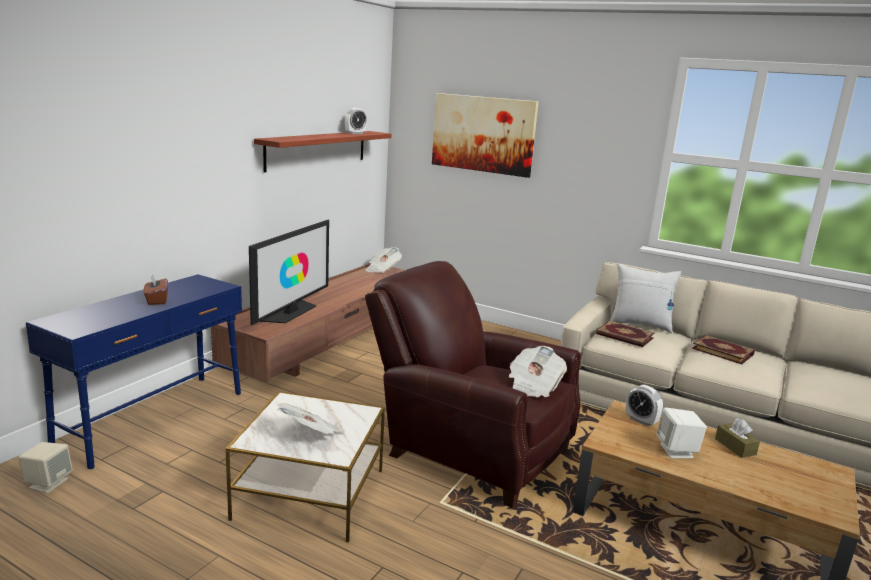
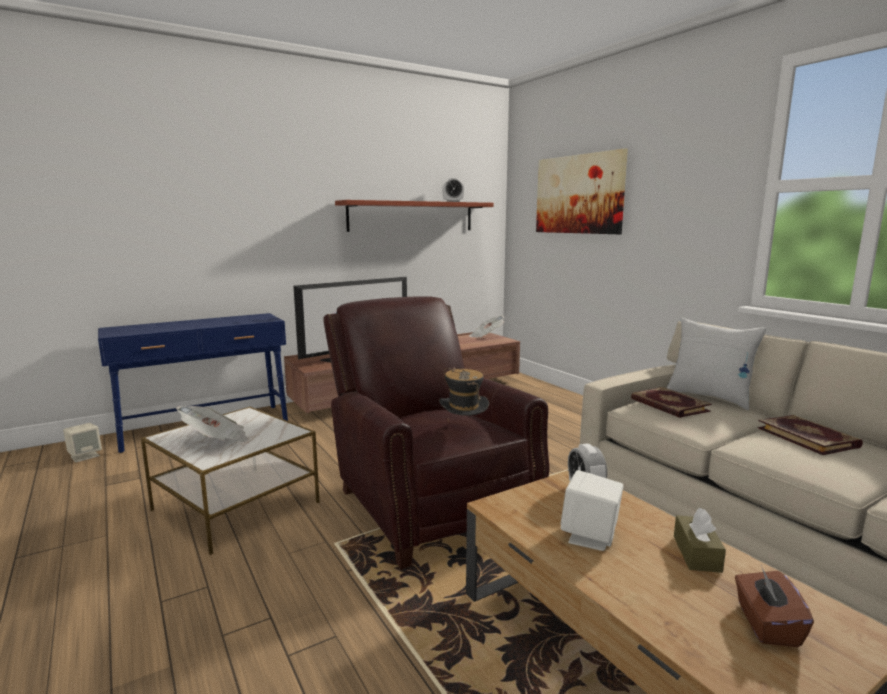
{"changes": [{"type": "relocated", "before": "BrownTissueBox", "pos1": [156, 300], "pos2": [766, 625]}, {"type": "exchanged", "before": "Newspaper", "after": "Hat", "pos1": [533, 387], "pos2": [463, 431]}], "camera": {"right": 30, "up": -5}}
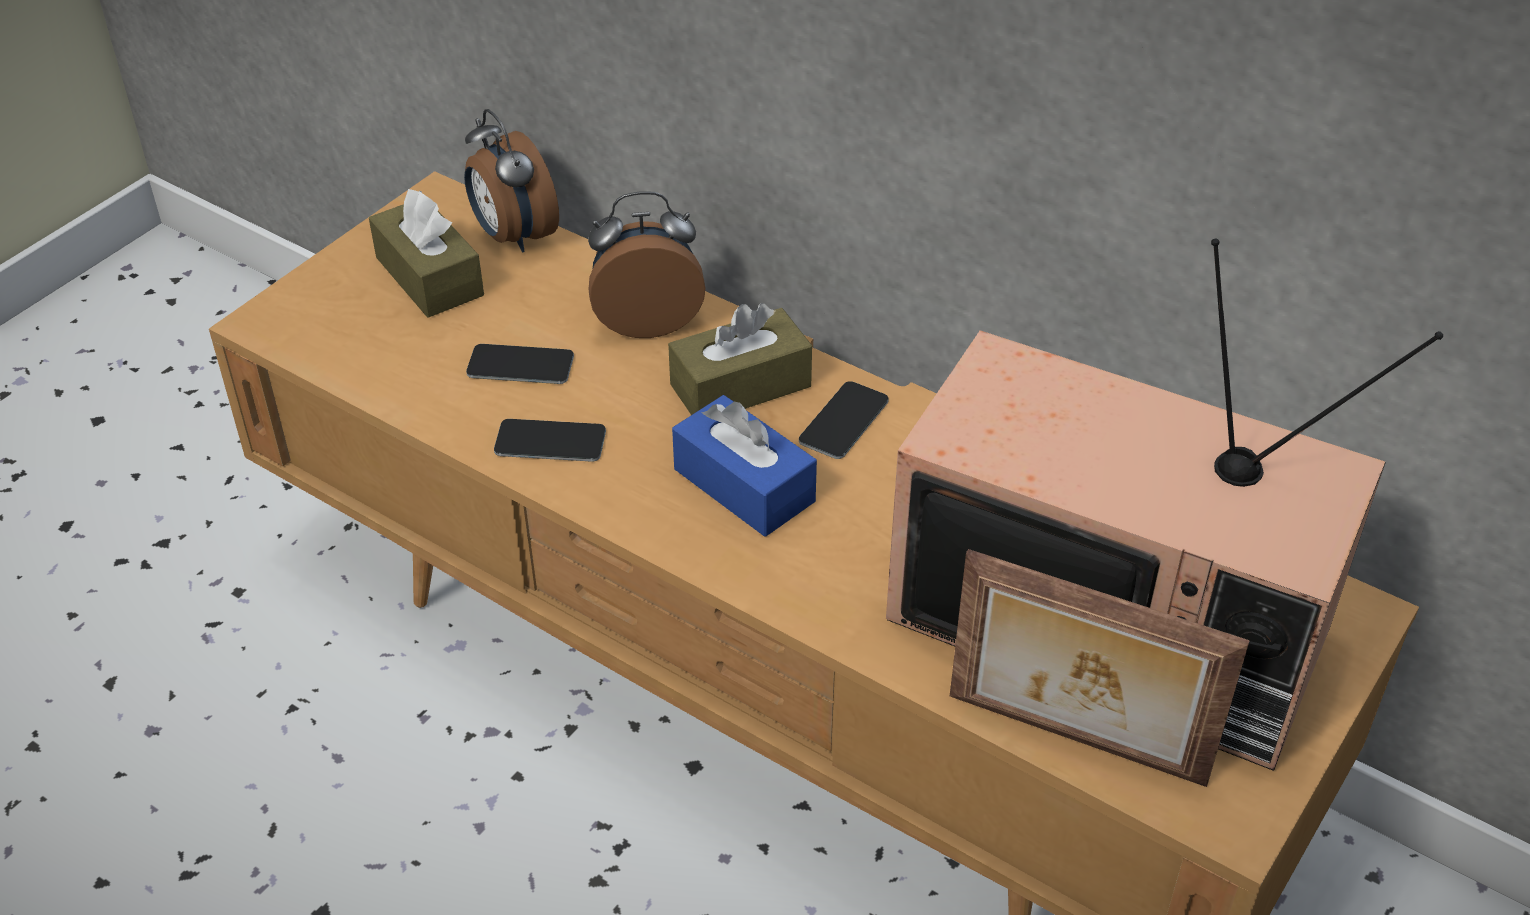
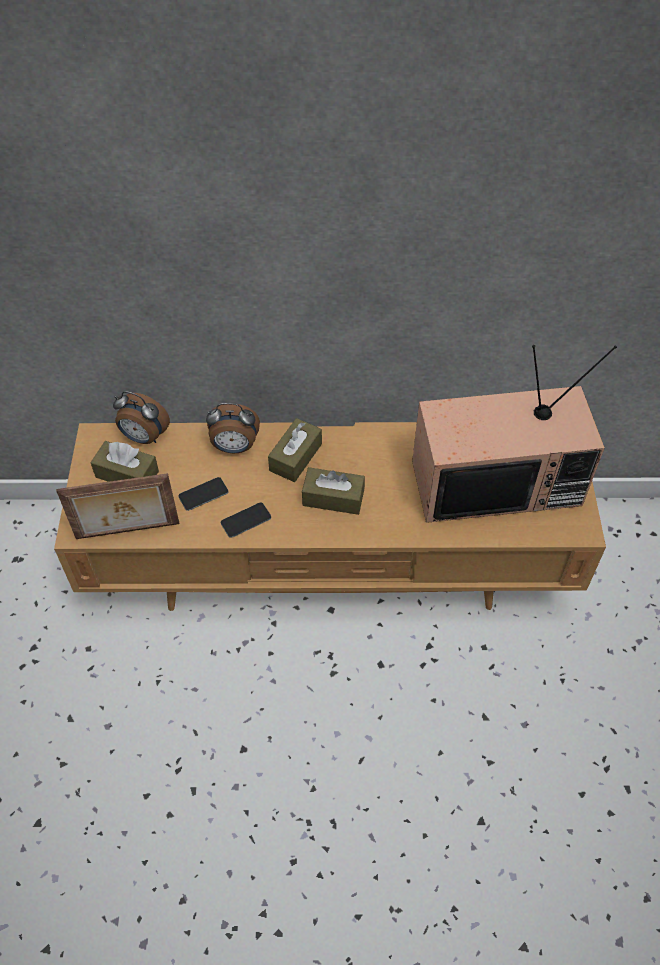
{"changes": [{"type": "spun", "before": "AlarmClock", "pos1": [647, 320], "pos2": [234, 447], "turn": -135}, {"type": "colour", "before": "BlueTissueBox", "after": "BrownTissueBox", "pos1": [744, 485], "pos2": [333, 498]}, {"type": "missing", "before": "Phone", "pos1": [844, 421]}, {"type": "relocated", "before": "PictureFrame", "pos1": [1074, 742], "pos2": [128, 532]}], "camera": {"right": -35, "up": 10}}
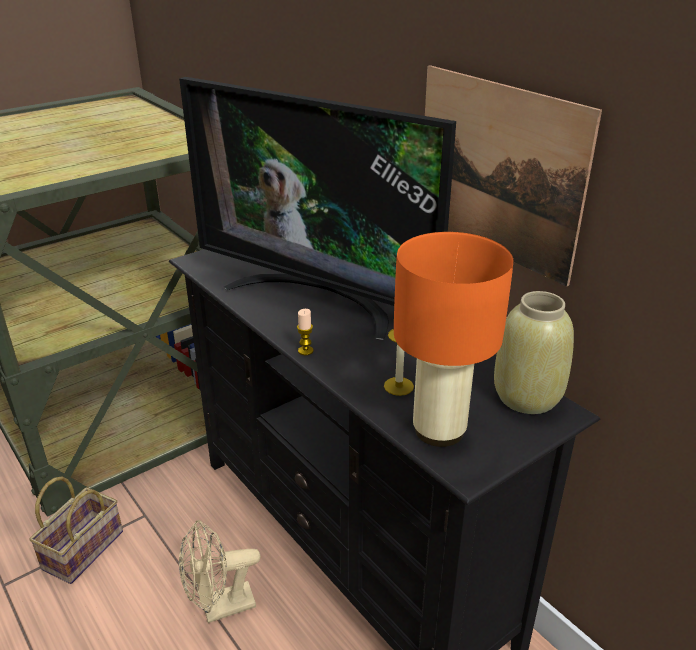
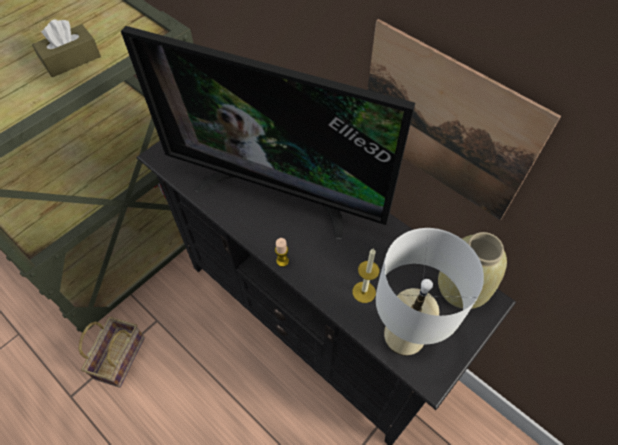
{"changes": [{"type": "missing", "before": "BeigeFan", "pos1": [220, 608]}, {"type": "colour", "before": "OrangeTableLamp", "after": "WhiteTableLamp", "pos1": [438, 431], "pos2": [403, 339]}, {"type": "appeared", "after": "BrownTissueBox", "pos2": [71, 59]}], "camera": {"right": -10, "up": 25}}
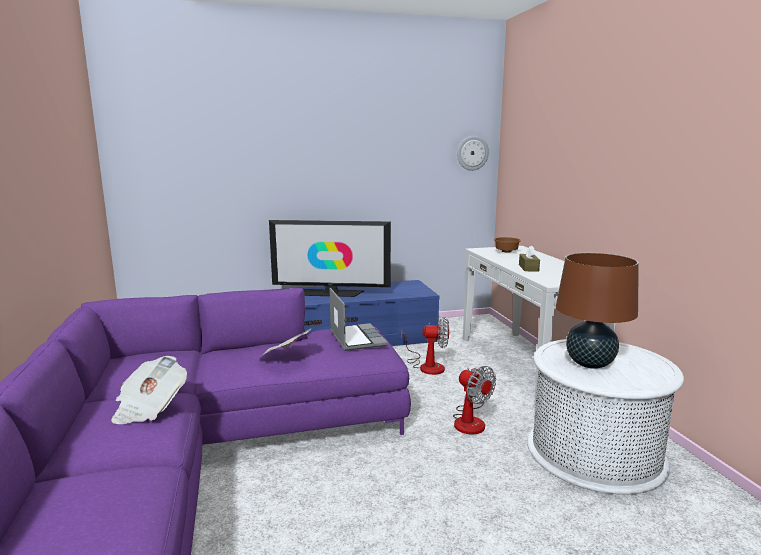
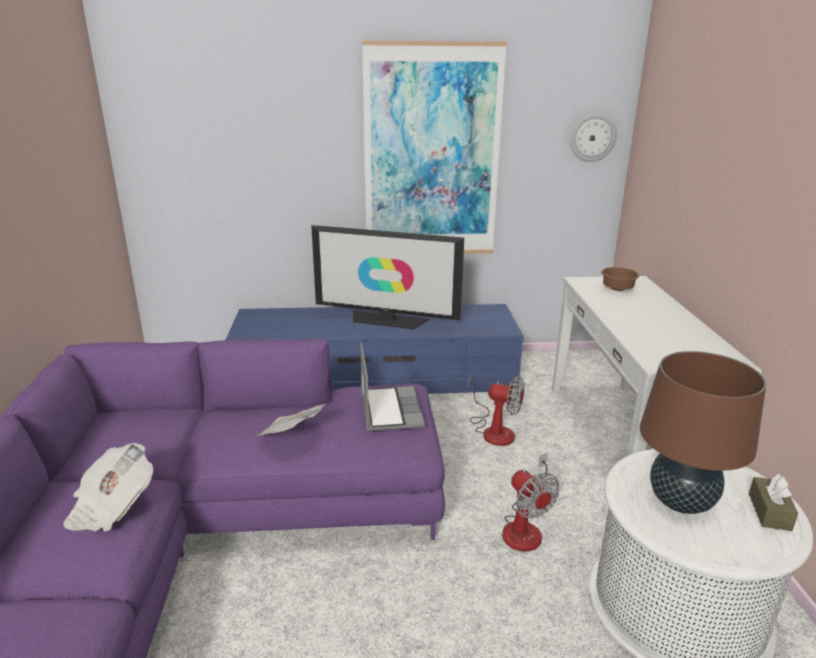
{"changes": [{"type": "relocated", "before": "BrownTissueBox", "pos1": [528, 268], "pos2": [769, 512]}, {"type": "appeared", "after": "Picture", "pos2": [431, 154]}], "camera": {"right": 10, "up": 10}}
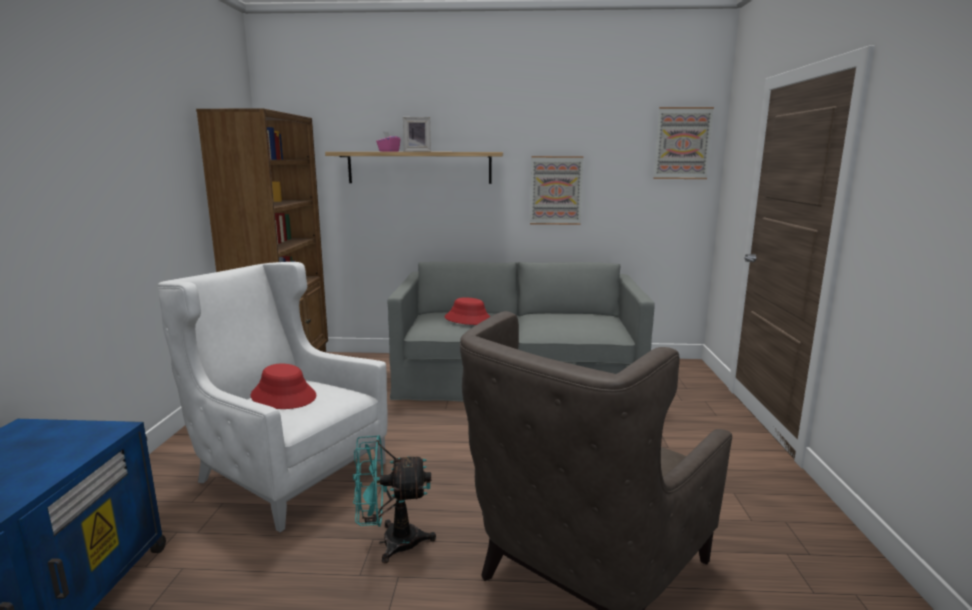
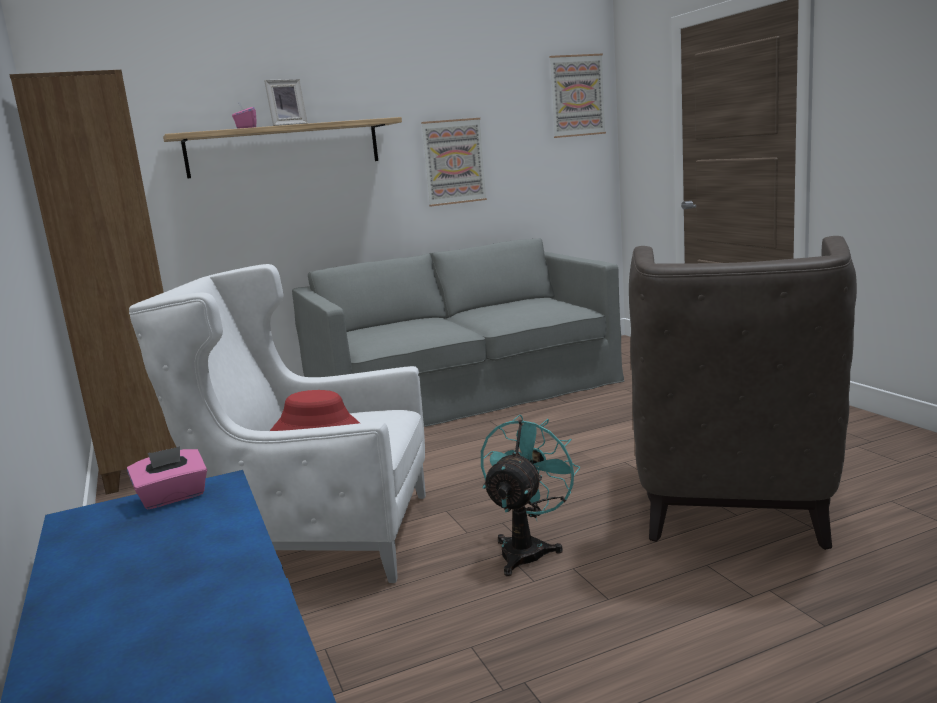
{"changes": [{"type": "spun", "before": "TurquoiseFan", "pos1": [390, 542], "pos2": [527, 549], "turn": 150}, {"type": "missing", "before": "RedHat", "pos1": [468, 319]}, {"type": "appeared", "after": "PinkTissueBox", "pos2": [173, 497]}], "camera": {"right": -25, "up": 0}}
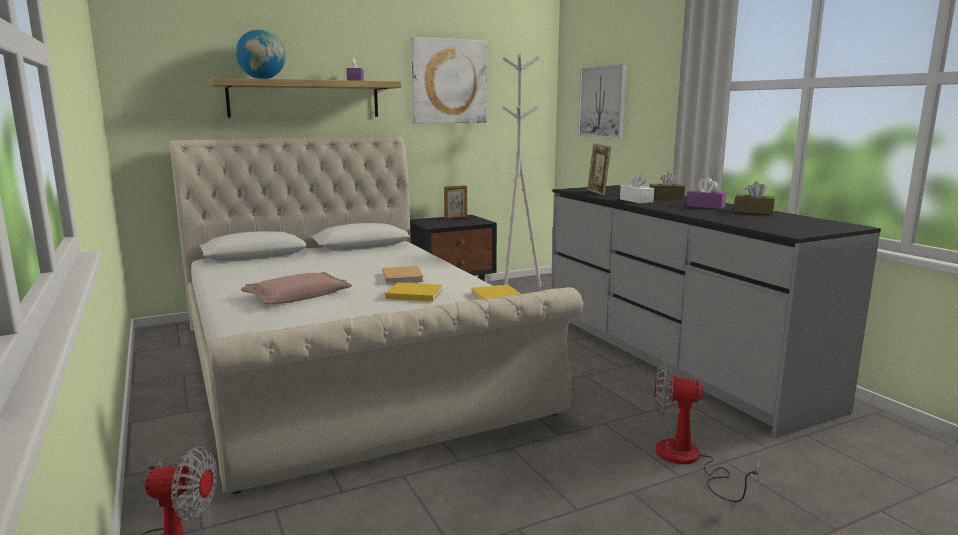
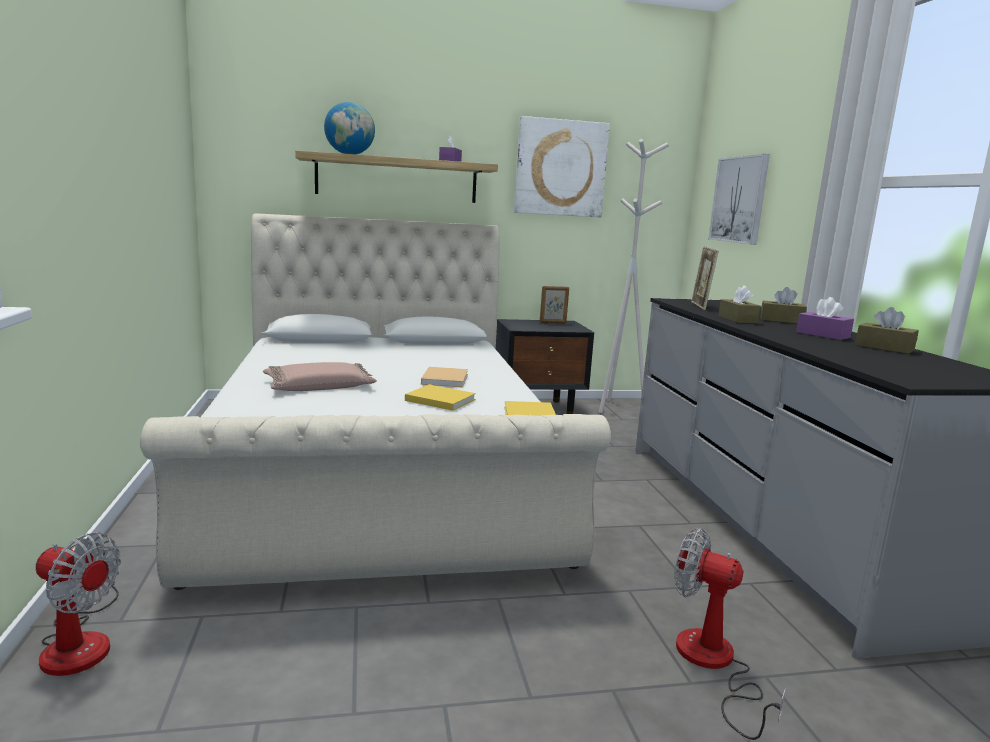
{"changes": [{"type": "colour", "before": "WhiteTissueBox", "after": "BrownTissueBox", "pos1": [636, 200], "pos2": [737, 319]}], "camera": {"right": 15, "up": 0}}
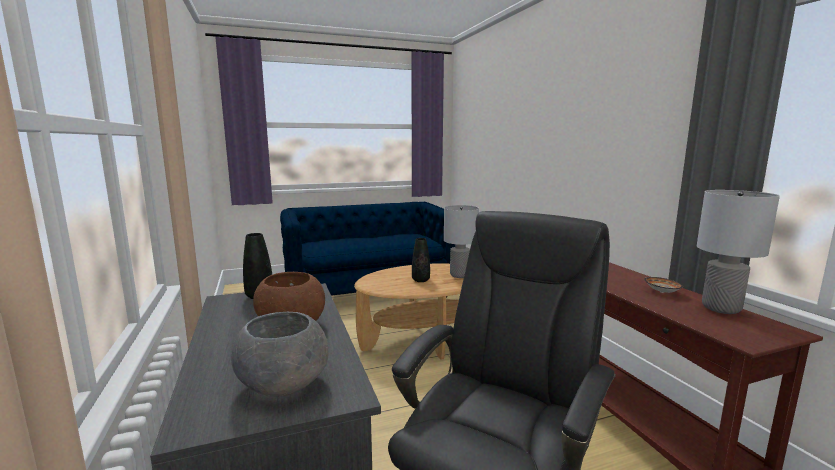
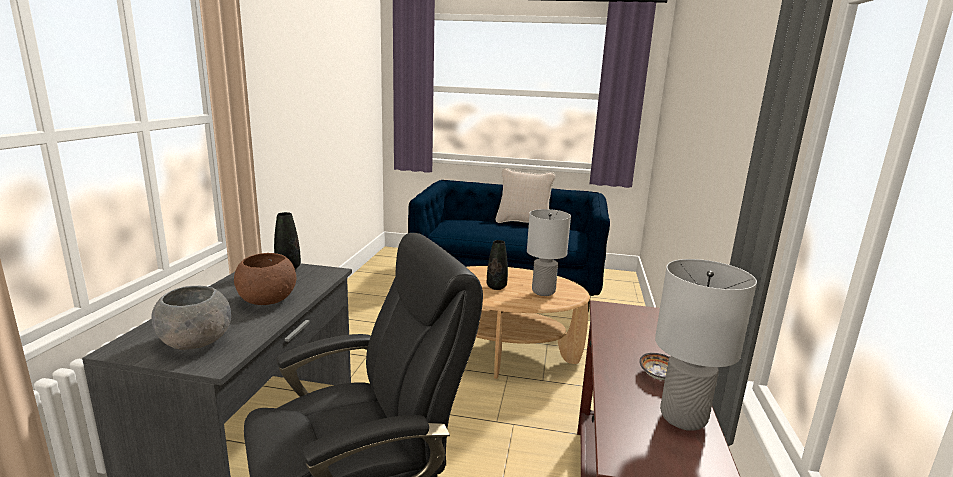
{"changes": [{"type": "appeared", "after": "BeigePillow", "pos2": [523, 223]}], "camera": {"right": 30, "up": 5}}
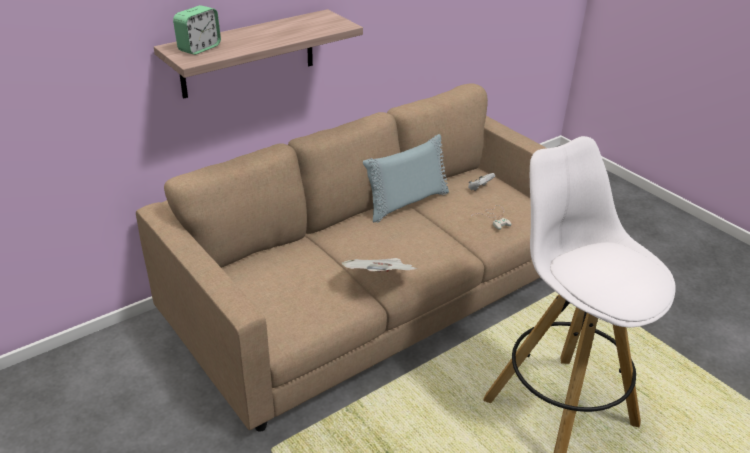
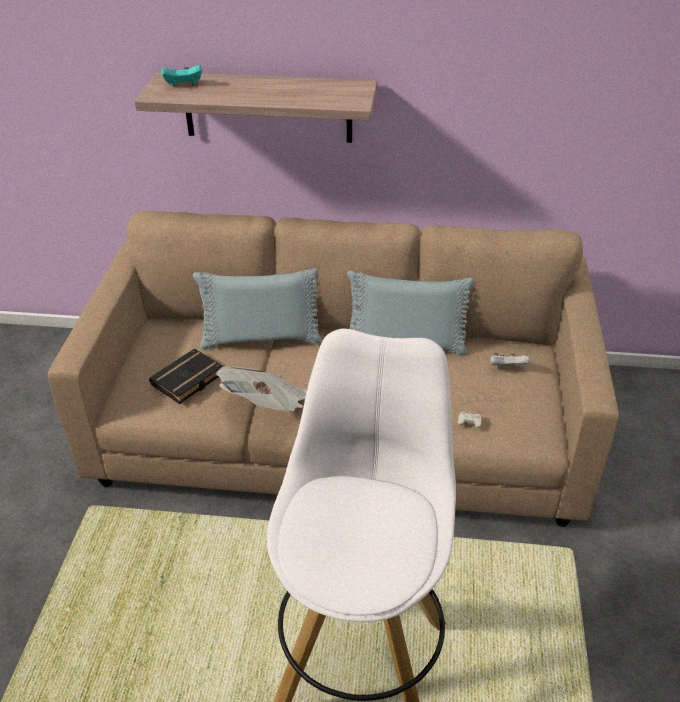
{"changes": [{"type": "exchanged", "before": "AlarmClock", "after": "TurquoiseGameController", "pos1": [199, 48], "pos2": [183, 85]}, {"type": "appeared", "after": "BlackBook", "pos2": [187, 381]}, {"type": "appeared", "after": "BluePillow", "pos2": [261, 338]}], "camera": {"right": 45, "up": 5}}
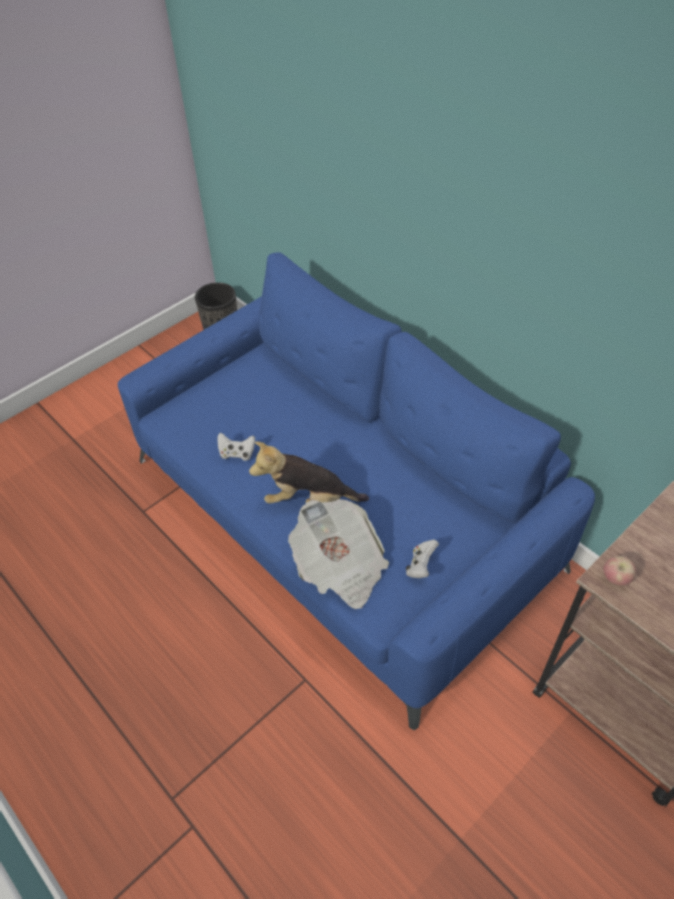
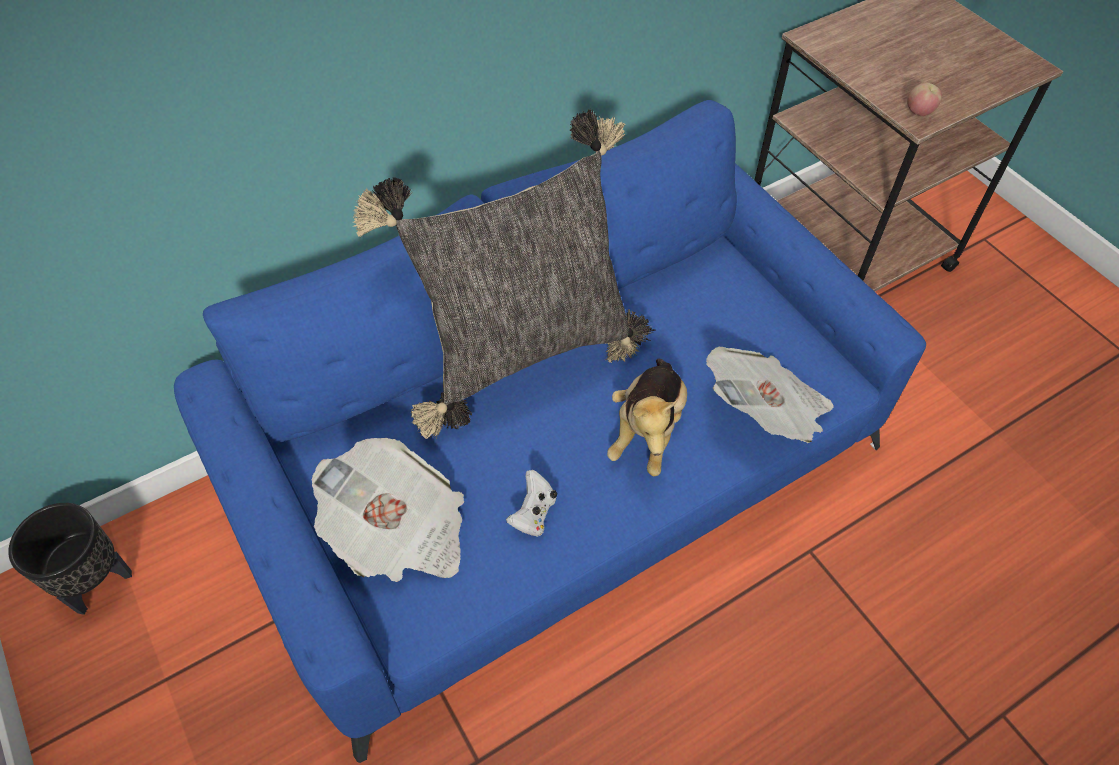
{"changes": [{"type": "missing", "before": "WhiteGameController", "pos1": [420, 566]}, {"type": "appeared", "after": "Newspaper", "pos2": [400, 532]}, {"type": "appeared", "after": "Pillow", "pos2": [522, 362]}], "camera": {"right": -80, "up": 5}}
